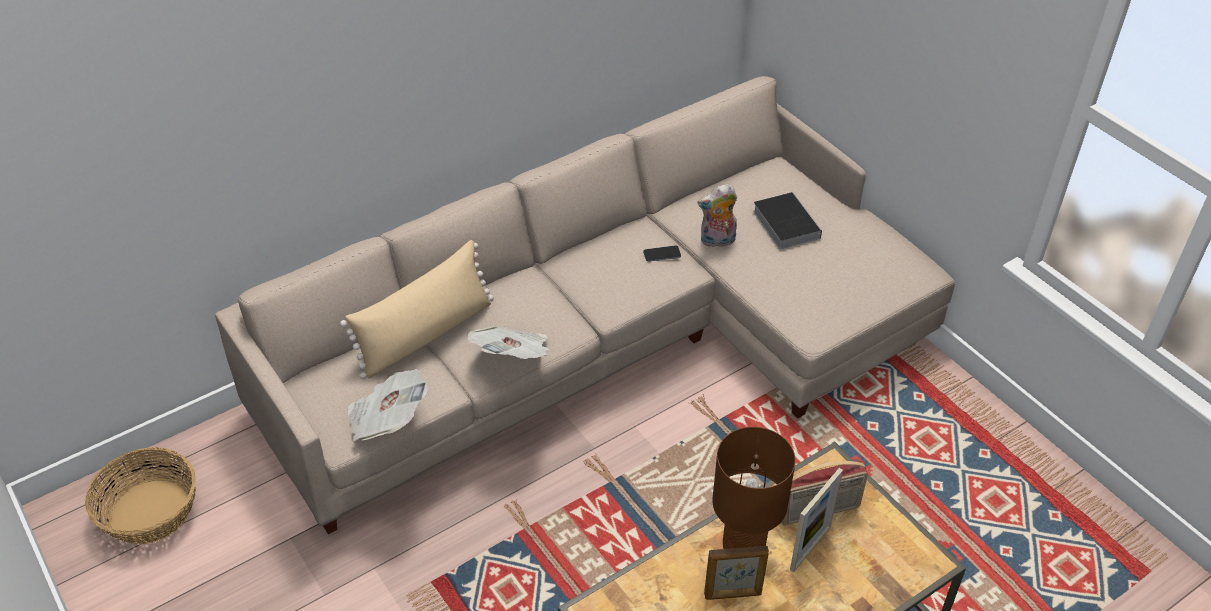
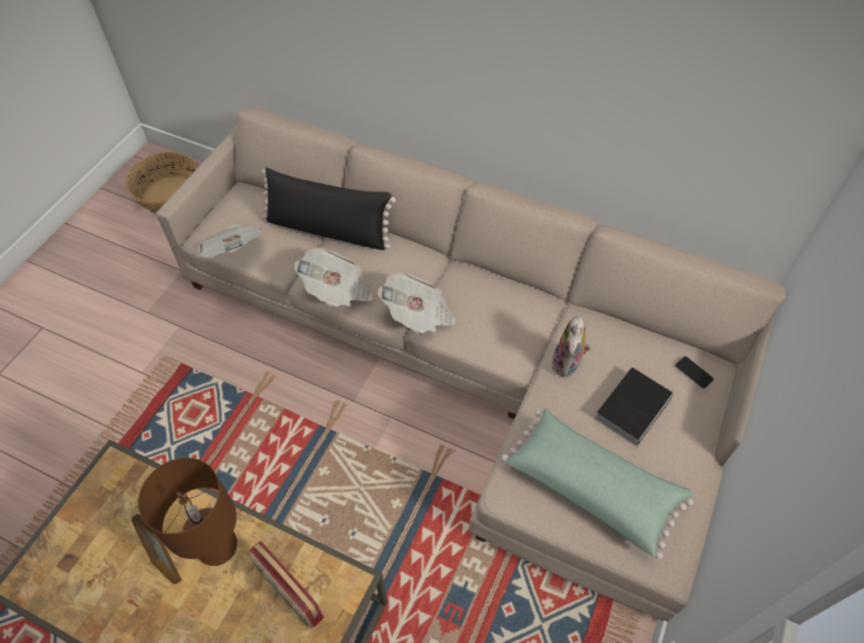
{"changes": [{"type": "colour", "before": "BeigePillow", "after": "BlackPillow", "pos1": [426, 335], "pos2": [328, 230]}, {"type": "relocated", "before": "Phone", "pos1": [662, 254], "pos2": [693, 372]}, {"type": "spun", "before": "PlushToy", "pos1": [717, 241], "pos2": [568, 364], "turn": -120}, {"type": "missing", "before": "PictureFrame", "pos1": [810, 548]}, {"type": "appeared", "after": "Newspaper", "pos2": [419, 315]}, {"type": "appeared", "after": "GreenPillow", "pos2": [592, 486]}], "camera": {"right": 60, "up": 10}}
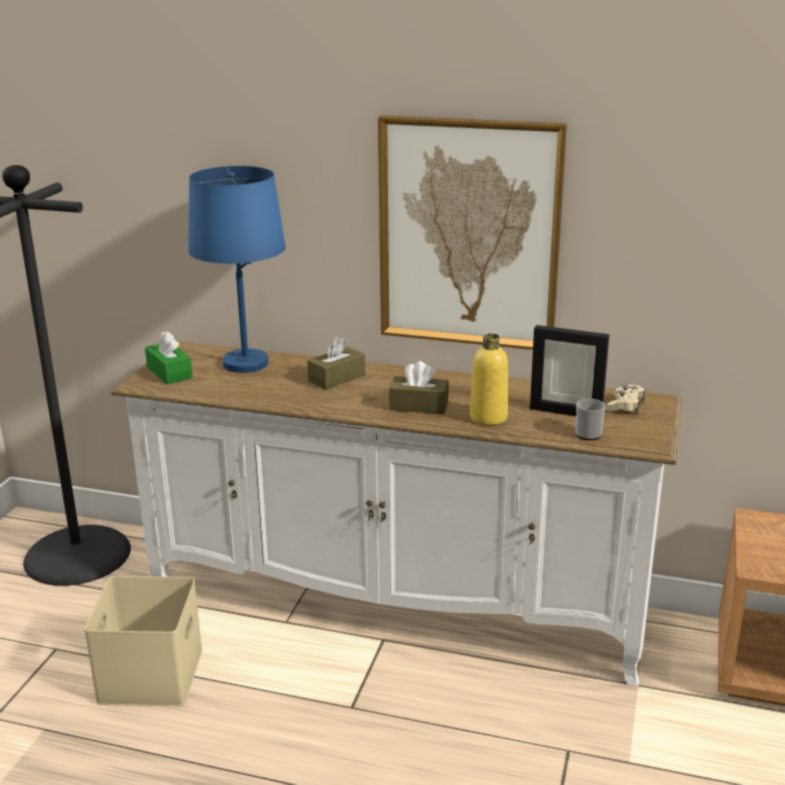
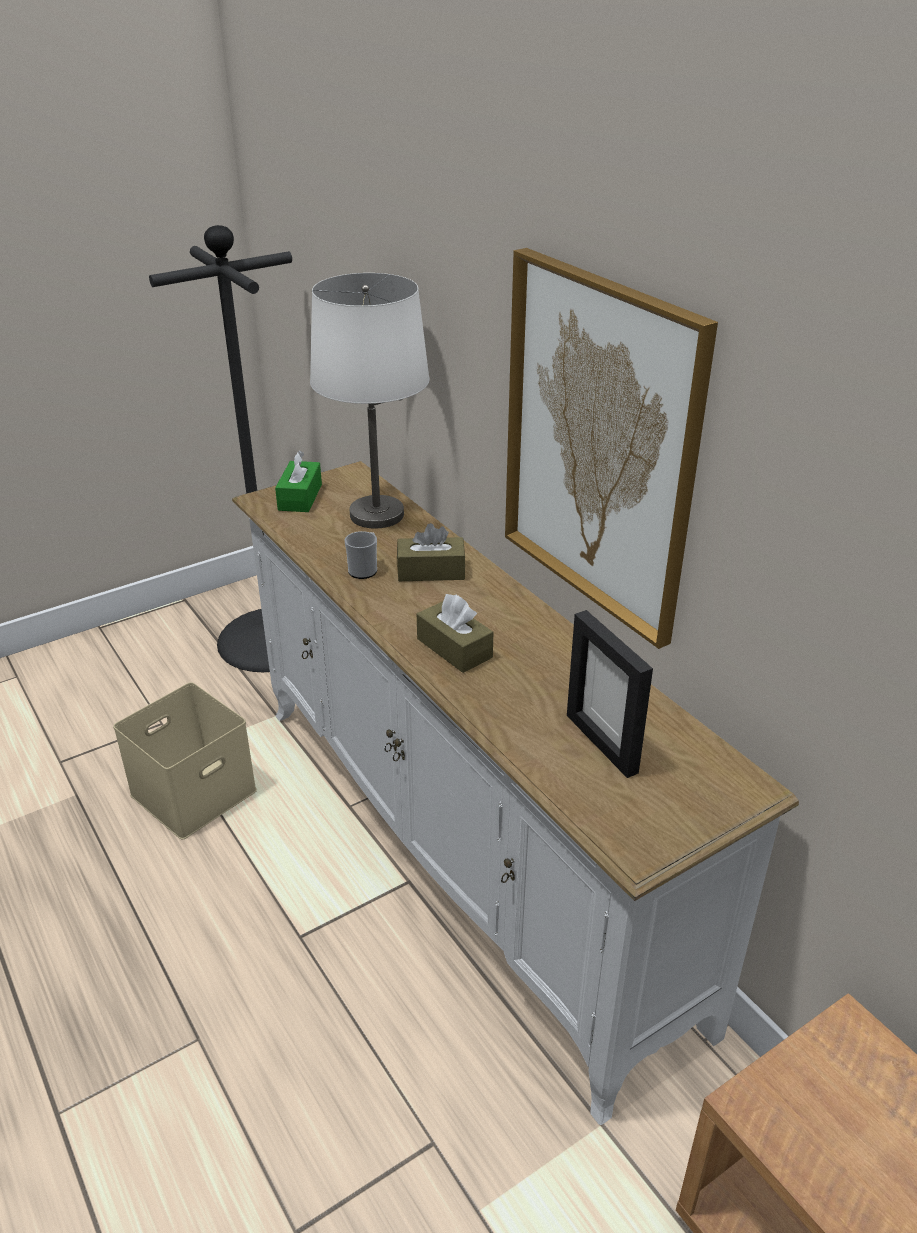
{"changes": [{"type": "colour", "before": "BlueTableLamp", "after": "WhiteTableLamp", "pos1": [246, 363], "pos2": [377, 515]}, {"type": "missing", "before": "YellowBottle", "pos1": [488, 417]}, {"type": "relocated", "before": "Mug", "pos1": [587, 433], "pos2": [364, 569]}, {"type": "missing", "before": "BeigeGameController", "pos1": [625, 405]}], "camera": {"right": 40, "up": 10}}
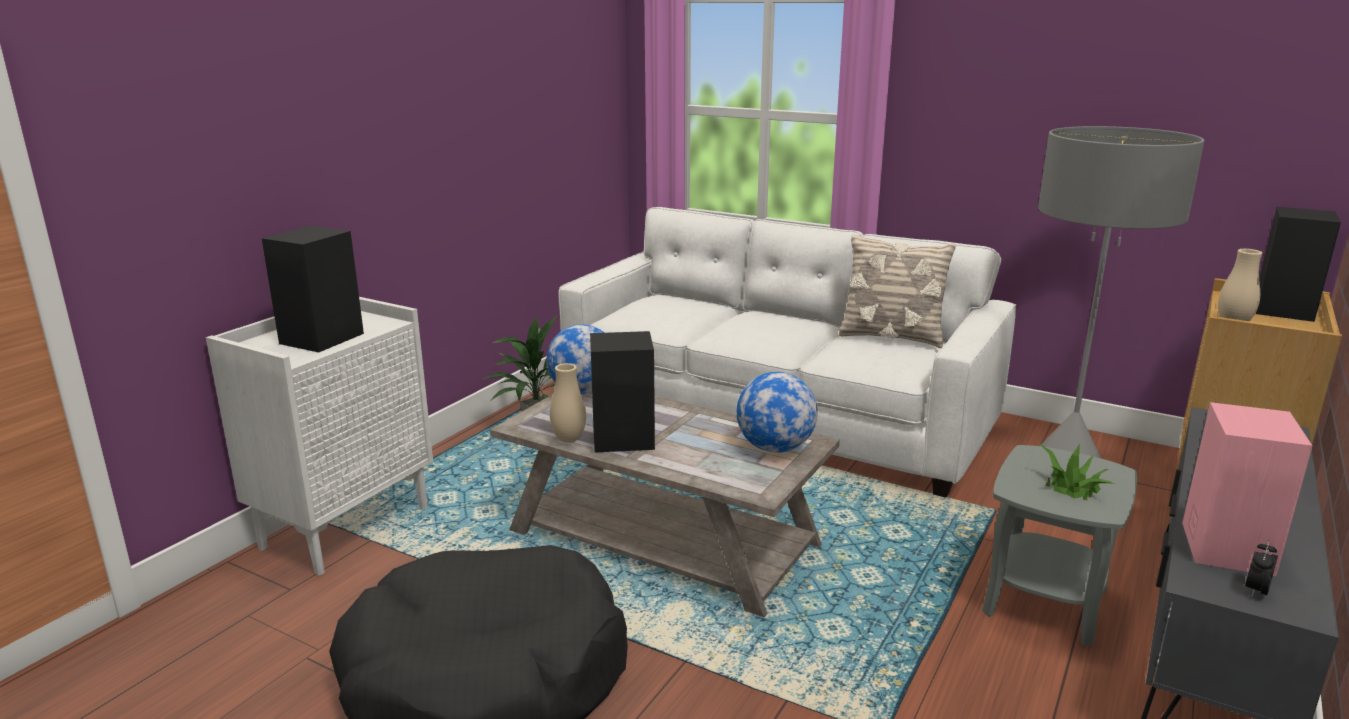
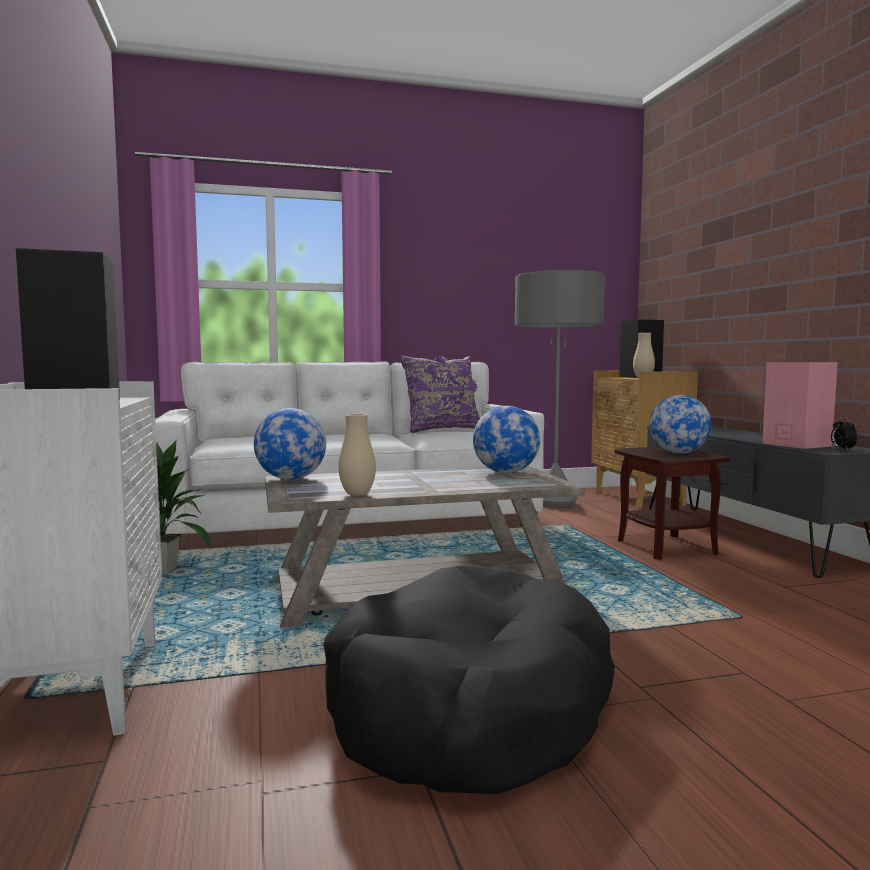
{"changes": [{"type": "missing", "before": "BlackSpeaker", "pos1": [625, 439]}, {"type": "colour", "before": "BeigePillow", "after": "PurplePillow", "pos1": [891, 338], "pos2": [442, 430]}, {"type": "colour", "before": "GreySideTable", "after": "BrownSideTable", "pos1": [1046, 602], "pos2": [667, 547]}, {"type": "exchanged", "before": "PottedPlant", "after": "Globe", "pos1": [1071, 487], "pos2": [678, 453]}], "camera": {"right": -45, "up": -15}}
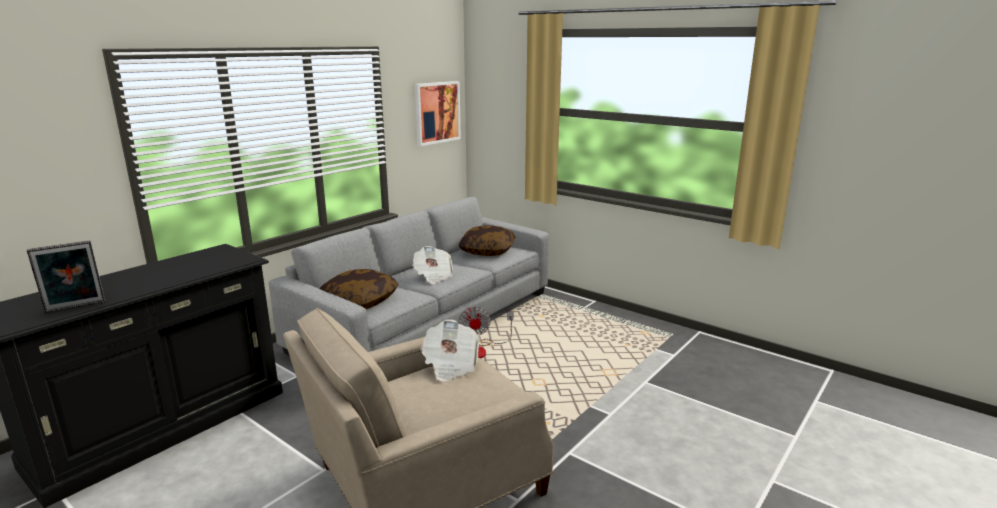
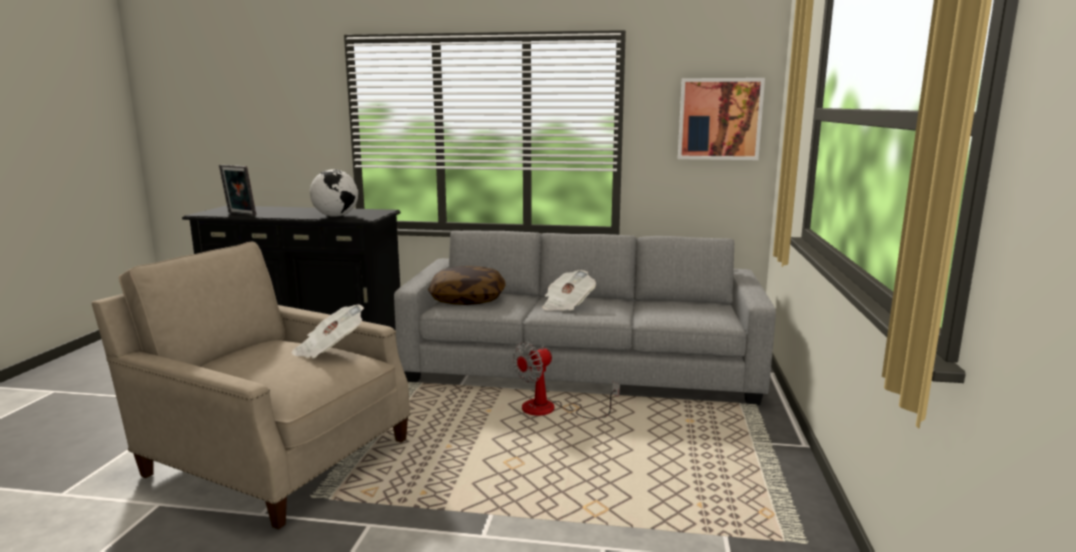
{"changes": [{"type": "missing", "before": "Pillow", "pos1": [487, 251]}, {"type": "appeared", "after": "Globe", "pos2": [336, 216]}], "camera": {"right": 60, "up": -5}}
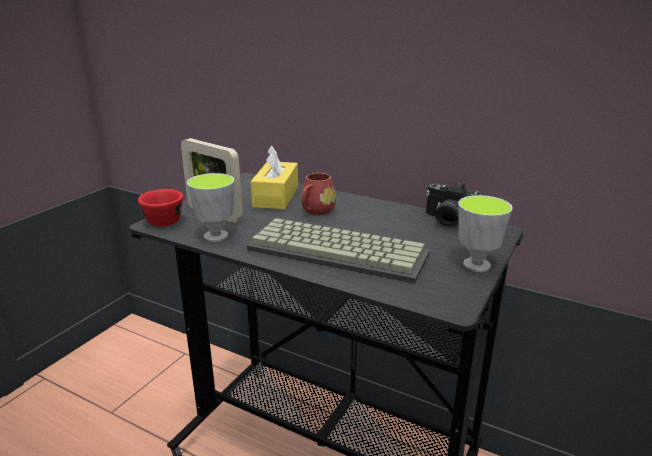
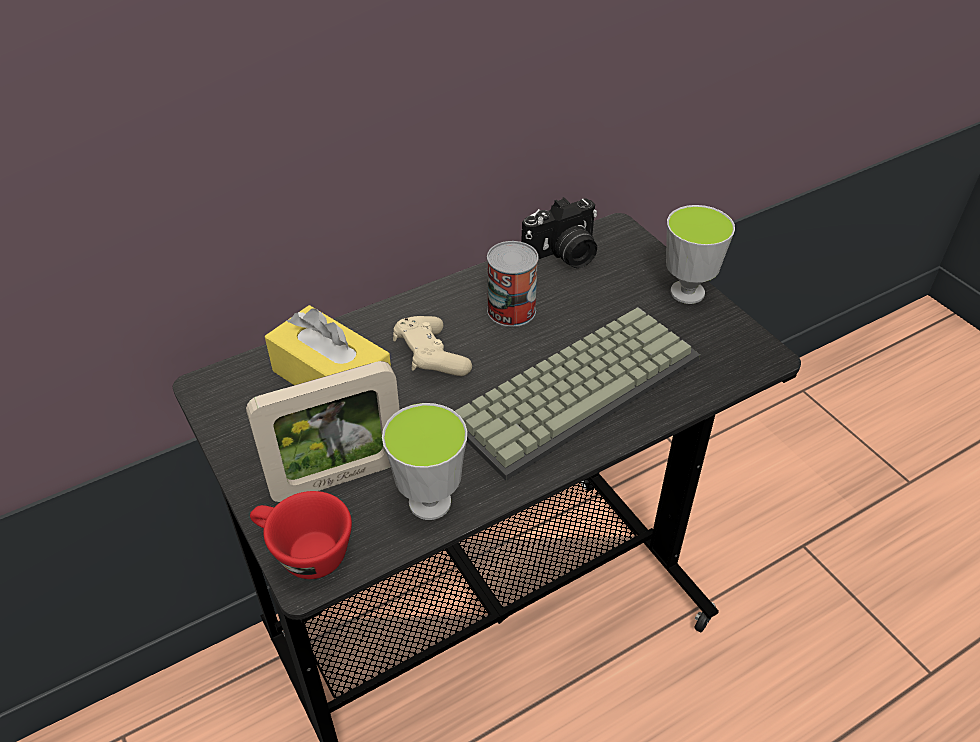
{"changes": [{"type": "exchanged", "before": "RedMug", "after": "BeigeGameController", "pos1": [316, 211], "pos2": [430, 358]}, {"type": "appeared", "after": "Can", "pos2": [511, 310]}], "camera": {"right": -60, "up": 20}}
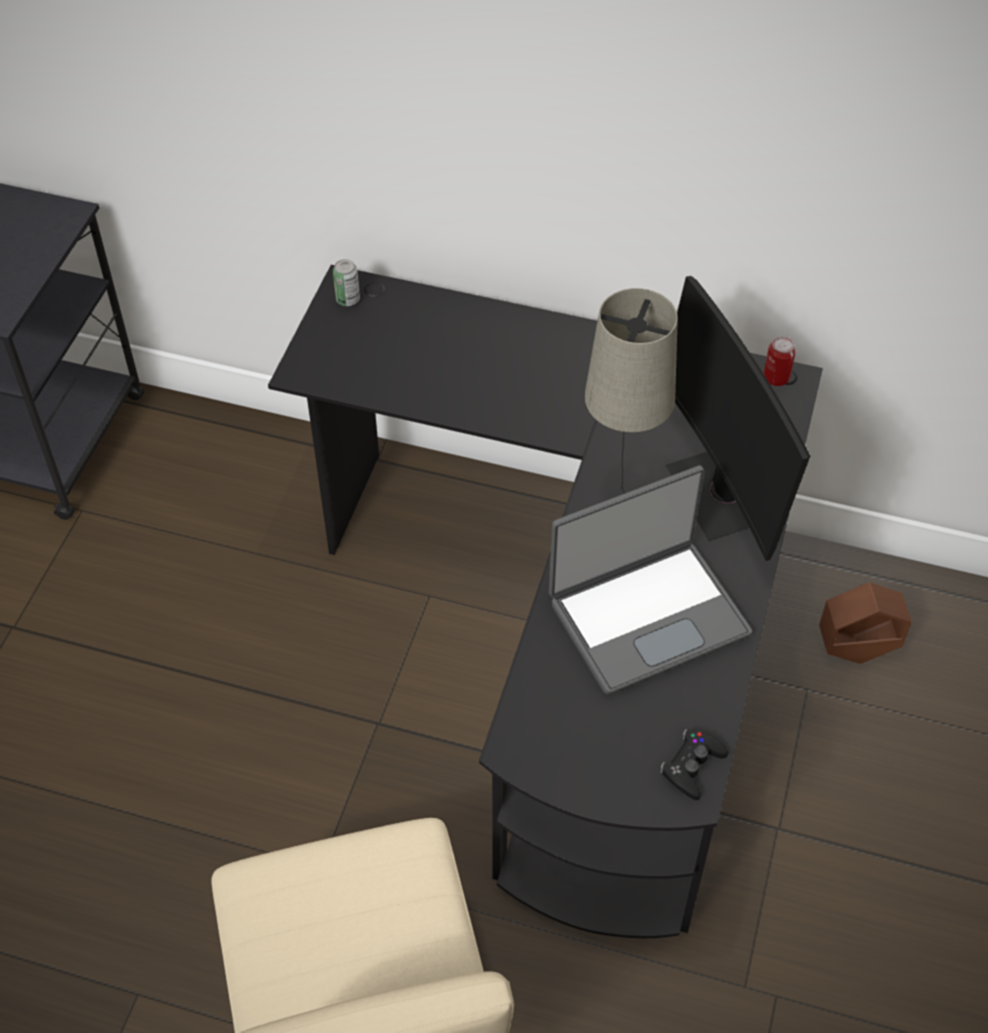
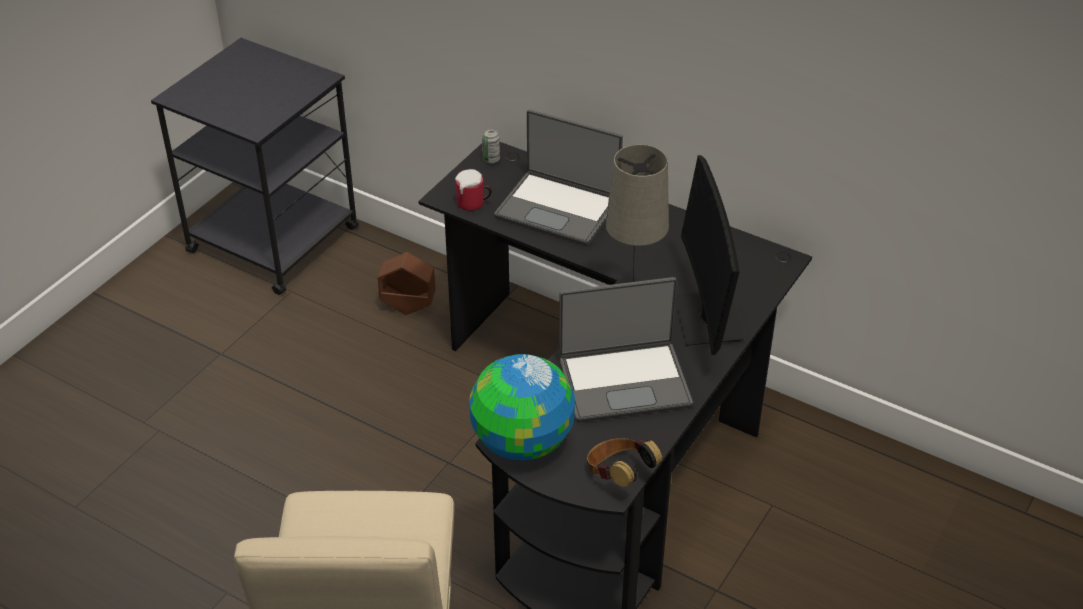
{"changes": [{"type": "exchanged", "before": "BlackGameController", "after": "Headphones", "pos1": [692, 766], "pos2": [619, 475]}, {"type": "missing", "before": "Can", "pos1": [776, 378]}, {"type": "relocated", "before": "BrownPlanter", "pos1": [856, 649], "pos2": [408, 307]}, {"type": "appeared", "after": "Mug", "pos2": [474, 204]}, {"type": "appeared", "after": "Globe", "pos2": [522, 443]}, {"type": "appeared", "after": "Laptop", "pos2": [558, 208]}], "camera": {"right": 15, "up": -10}}
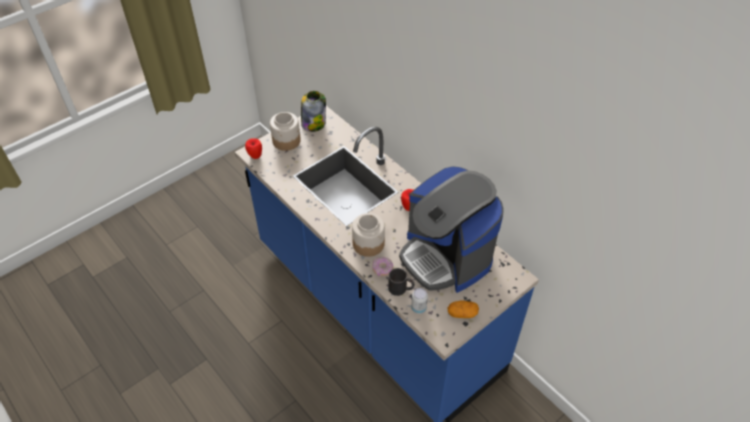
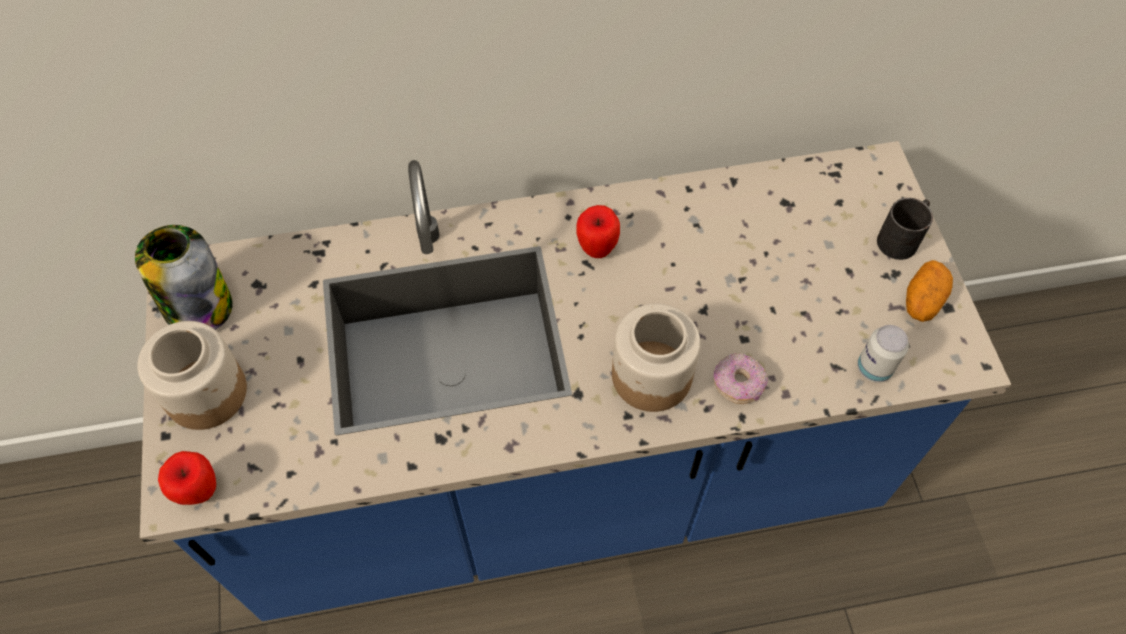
{"changes": [{"type": "relocated", "before": "BlackMug", "pos1": [401, 288], "pos2": [902, 237]}, {"type": "missing", "before": "CoffeeMachine", "pos1": [446, 256]}], "camera": {"right": -60, "up": 10}}
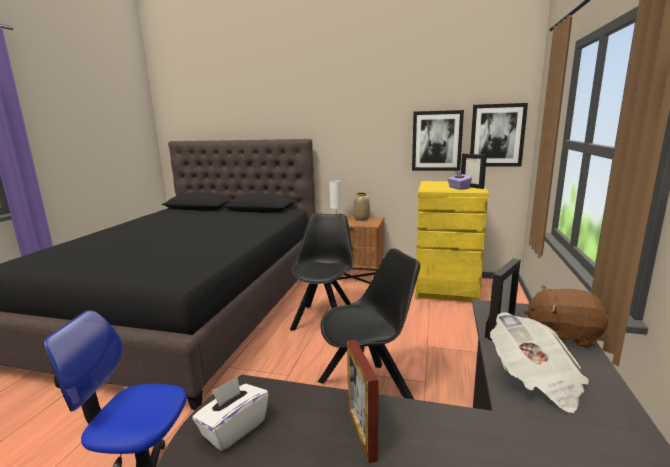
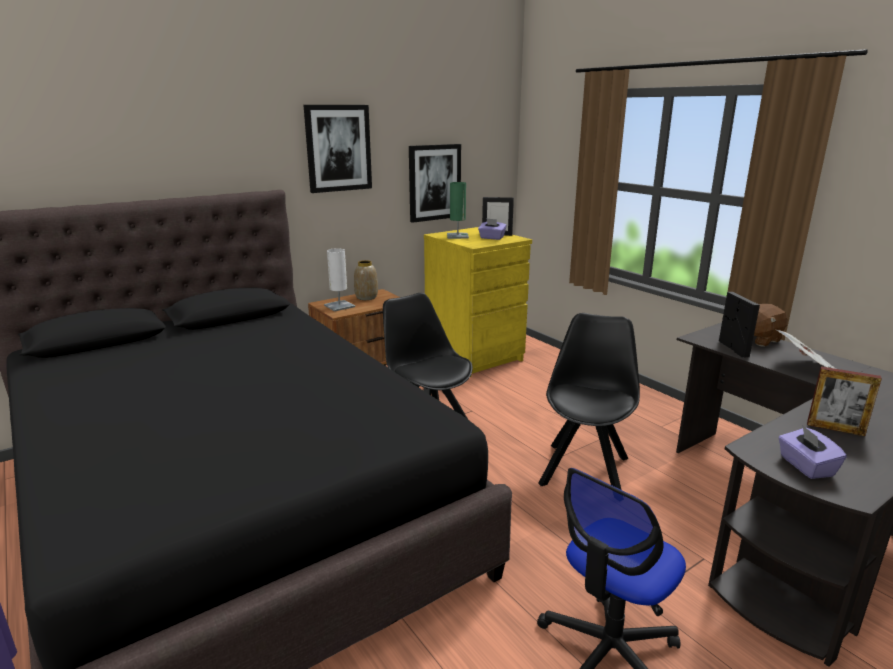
{"changes": [{"type": "colour", "before": "WhiteTissueBox", "after": "PurpleTissueBox", "pos1": [233, 429], "pos2": [805, 466]}, {"type": "relocated", "before": "Picture", "pos1": [497, 135], "pos2": [338, 148]}, {"type": "appeared", "after": "GreenTableLamp", "pos2": [457, 236]}], "camera": {"right": -50, "up": 5}}
